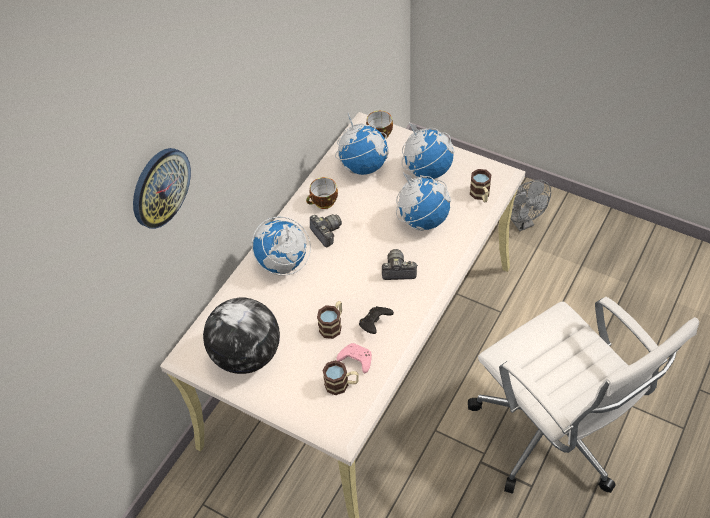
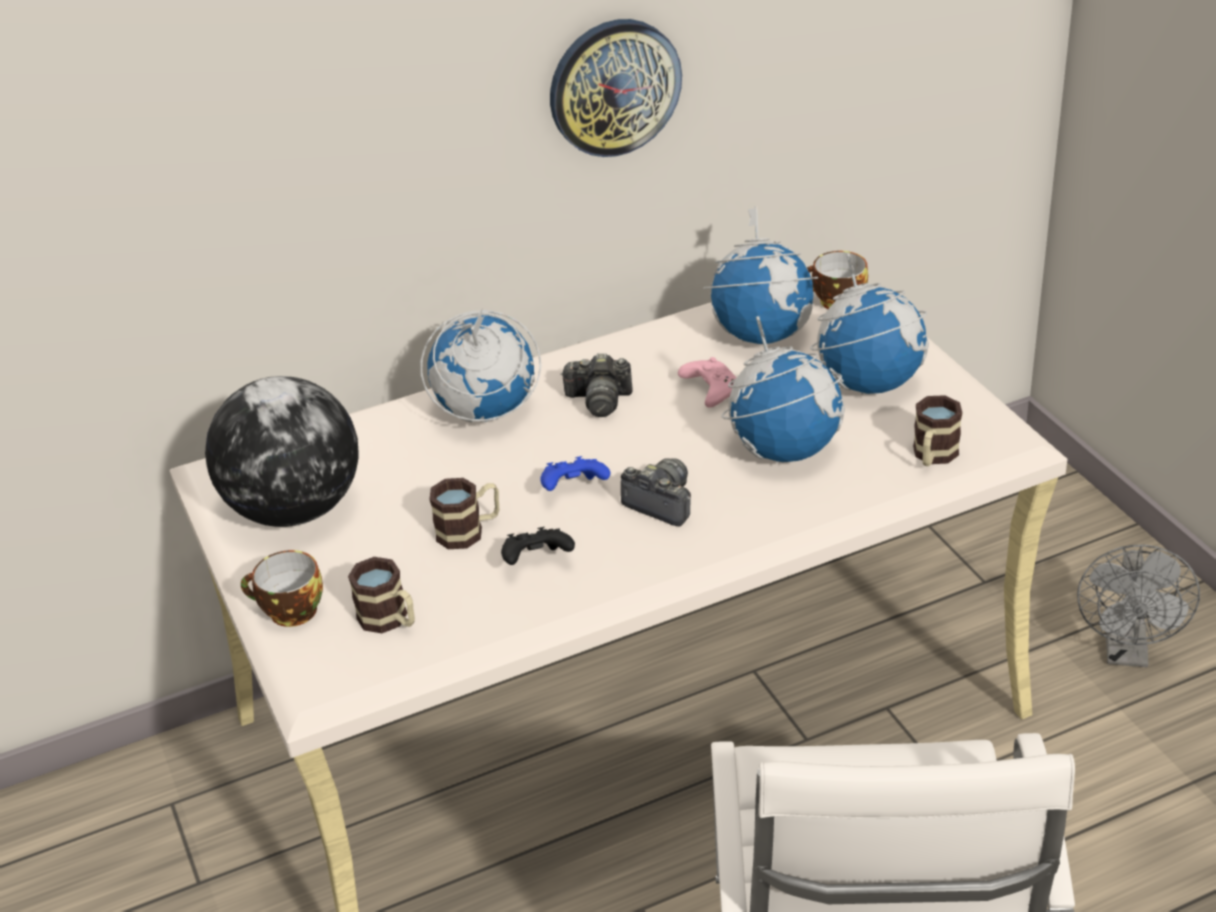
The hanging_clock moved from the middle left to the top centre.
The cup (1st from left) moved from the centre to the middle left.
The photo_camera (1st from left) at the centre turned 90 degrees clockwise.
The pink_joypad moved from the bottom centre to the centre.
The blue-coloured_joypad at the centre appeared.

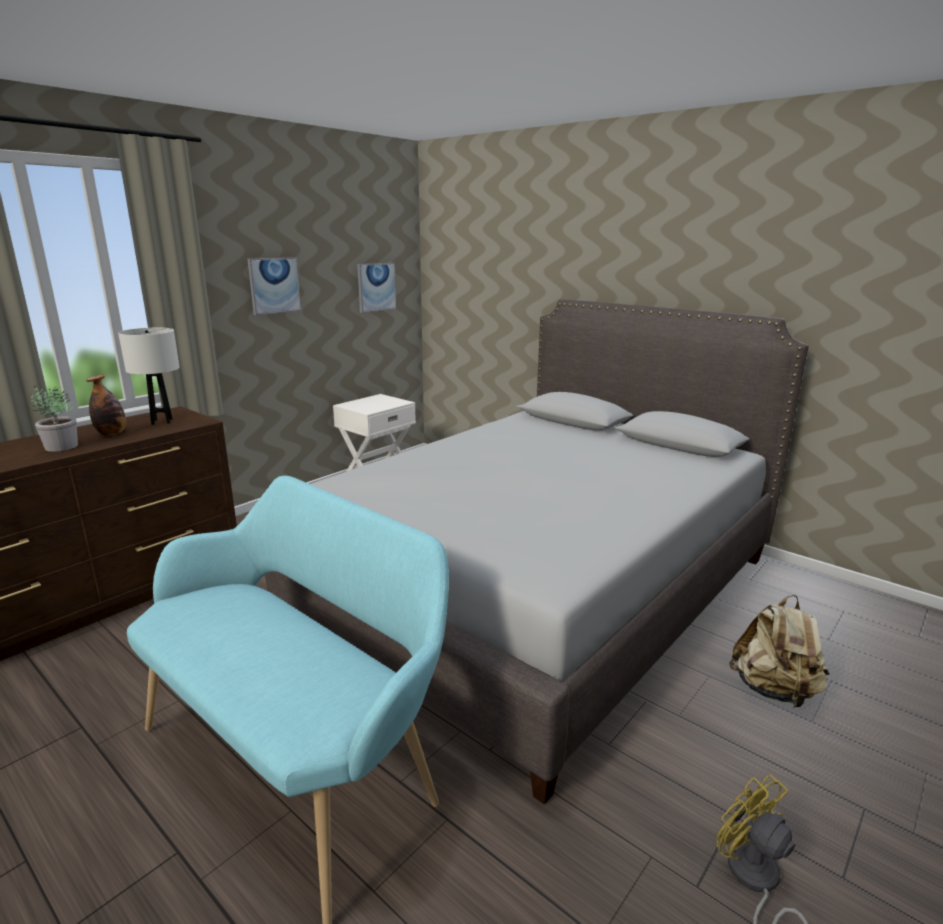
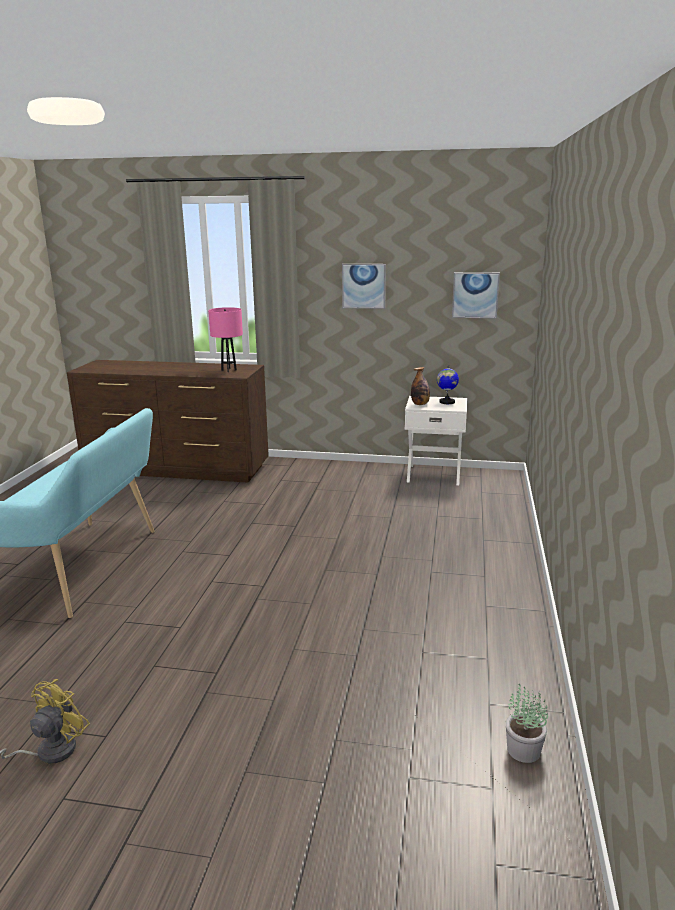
The grey_bed at the centre disappeared.
The white_tabletop_lamp at the middle left became the pink_tabletop_lamp at the centre.
The drink_bottle moved from the middle left to the centre.
The potted_plant moved from the middle left to the bottom right.
The beige-coloured_rucksack at the bottom right disappeared.
The desk_globe at the centre appeared.

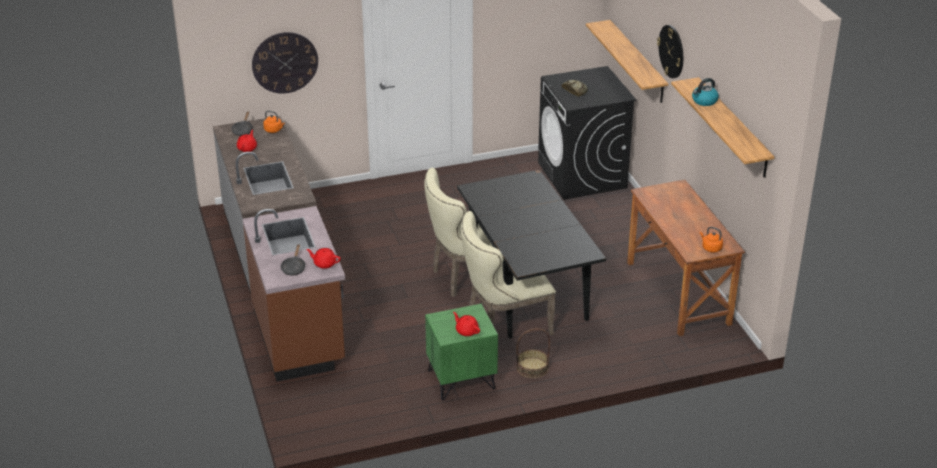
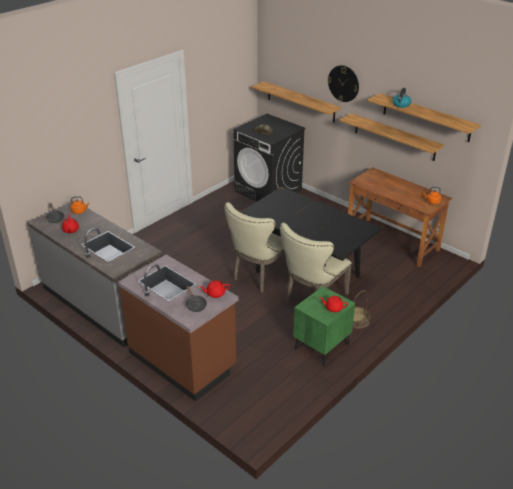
The hanging_clock (1st from left) at the top left disappeared.
The bracket_shelf (2nd from left) at the top right appeared.

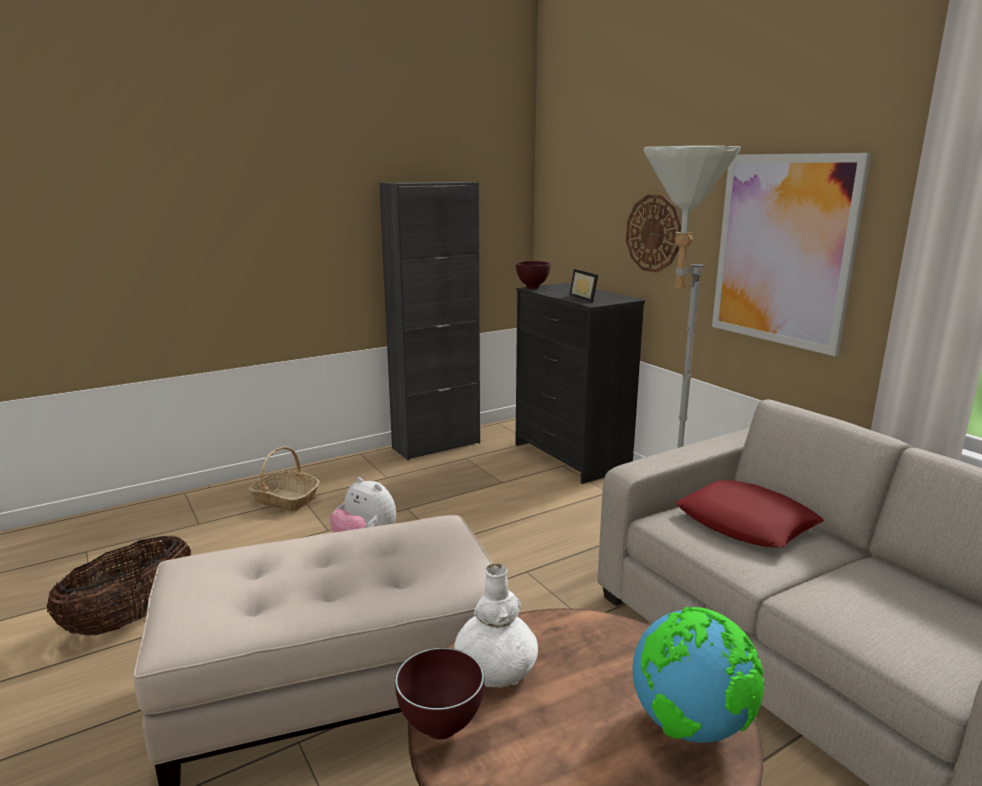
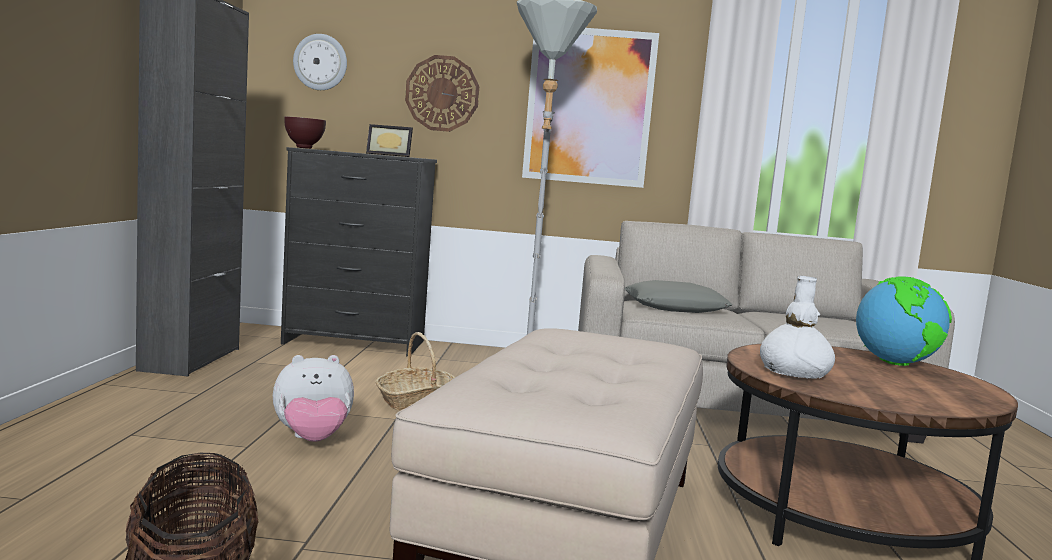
The basket (2nd from left) moved from the middle left to the centre.
The red_throw_pillow at the middle right became the grey_throw_pillow at the centre.
The brown_bowl (1st from left) at the bottom centre disappeared.
The hanging_clock (1st from left) at the top left appeared.

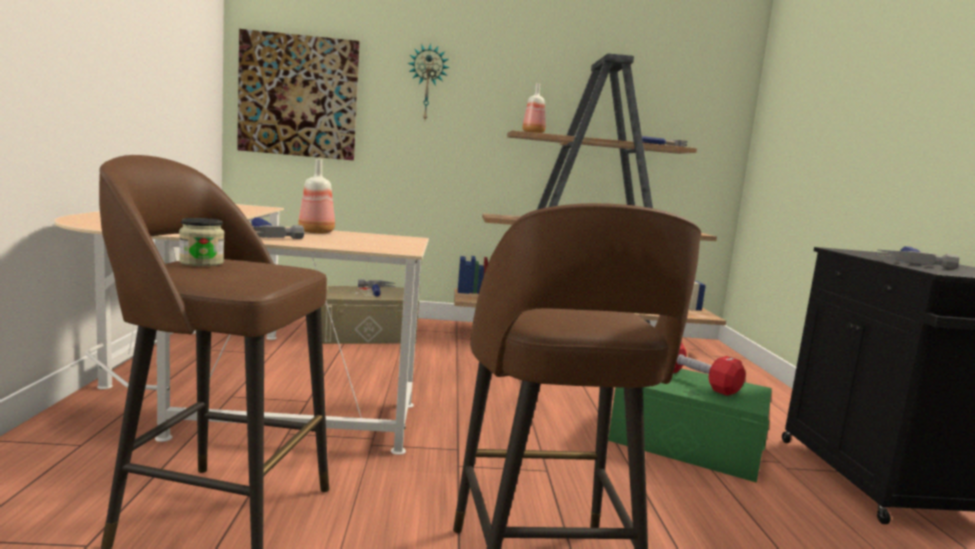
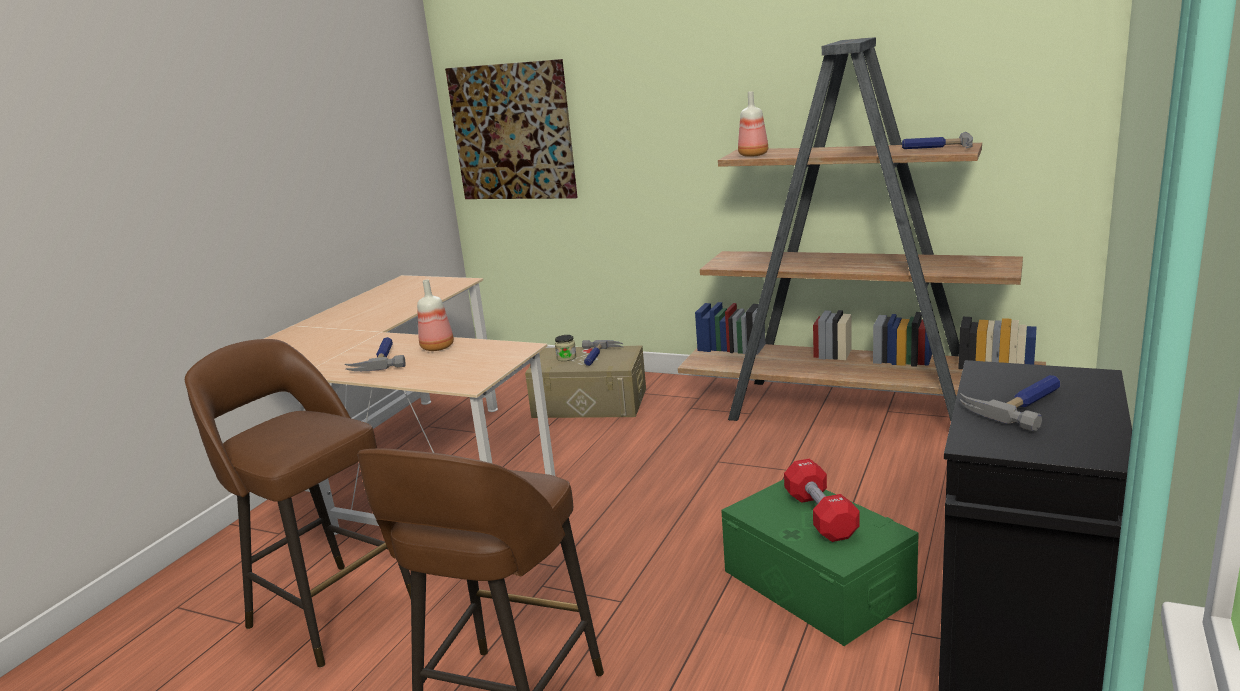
The hanging_clock at the top centre disappeared.
The preserve_jar moved from the middle left to the centre.

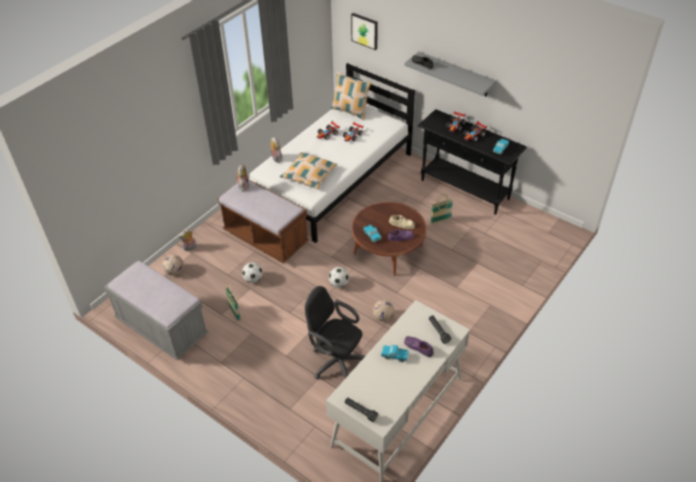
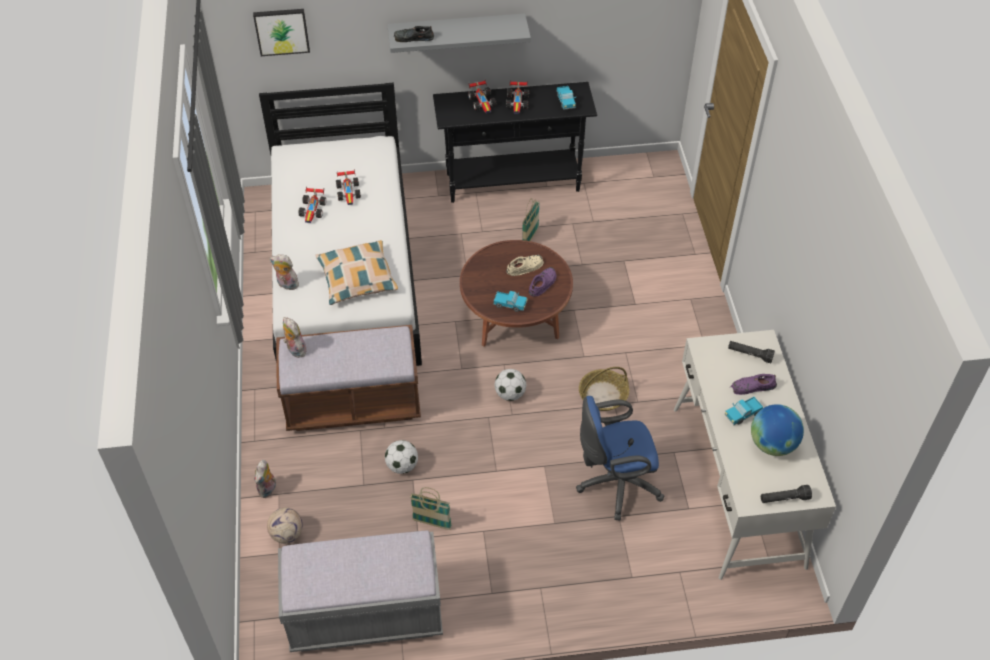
The throw_pillow (2nd from left) at the top centre disappeared.
The blackish_computer_chair at the bottom centre became the blue-coloured_computer_chair at the bottom centre.
The football (4th from left) at the centre was replaced by the basket (3rd from left) at the centre.
The desk_globe at the middle right appeared.

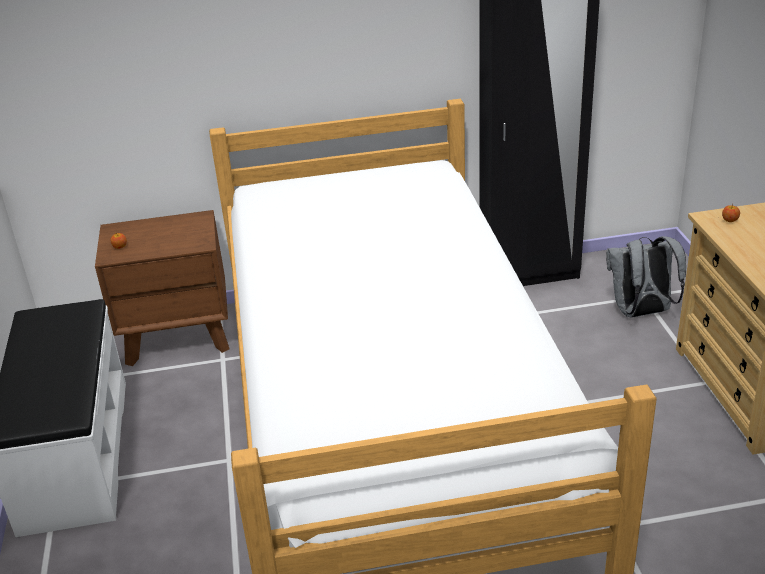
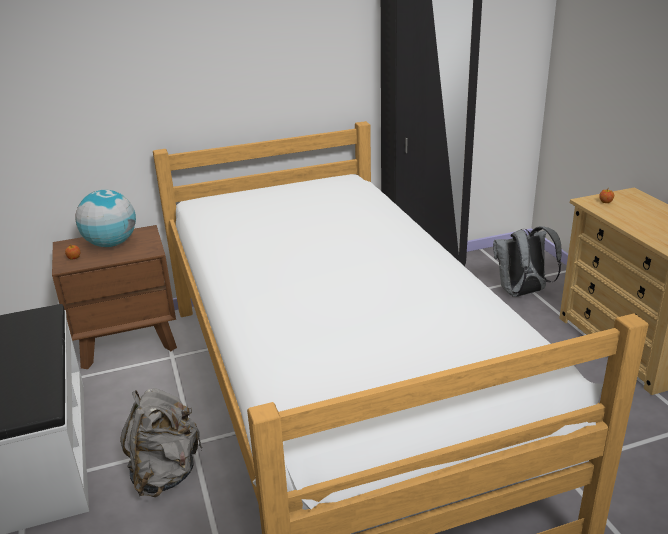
The desk_globe at the middle left appeared.
The grey_rucksack (1st from left) at the bottom left appeared.

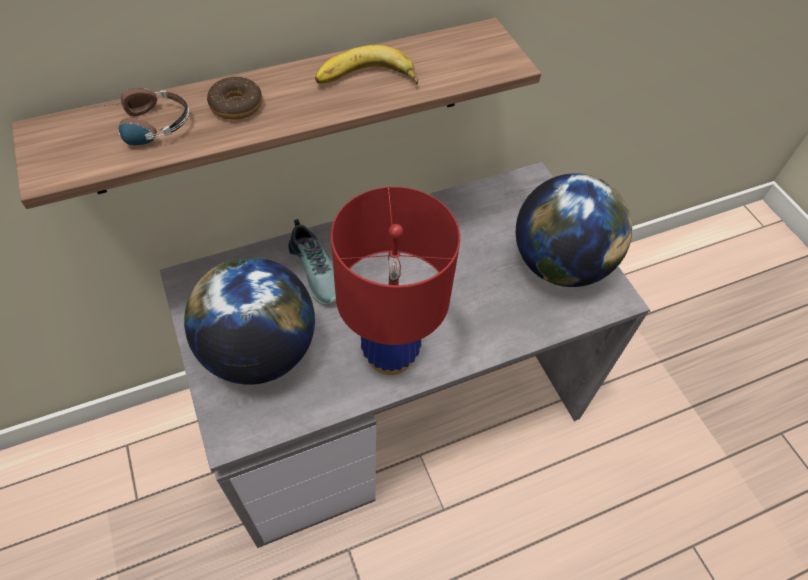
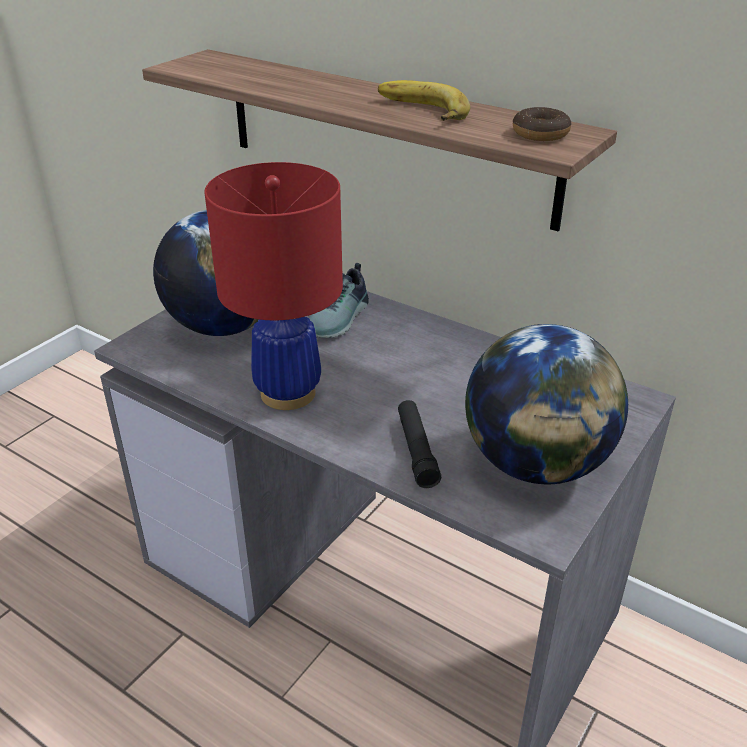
The donut moved from the top left to the top right.
The headphones at the top left disappeared.
The blackish_flashlight at the centre appeared.

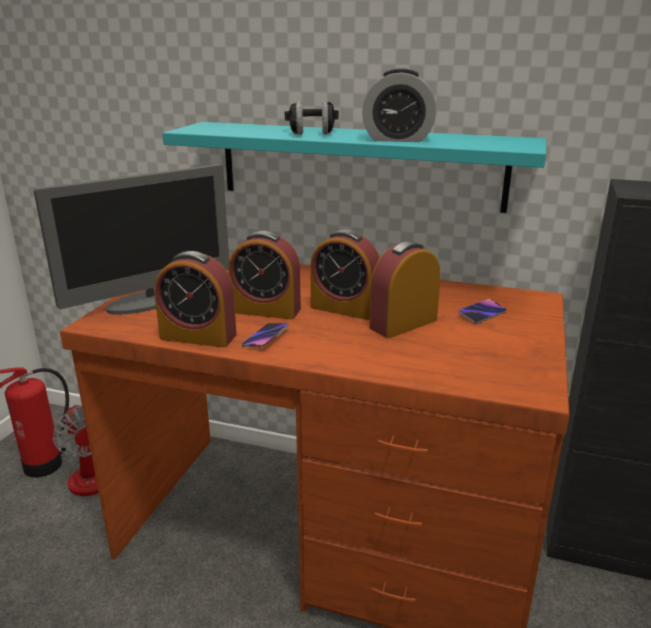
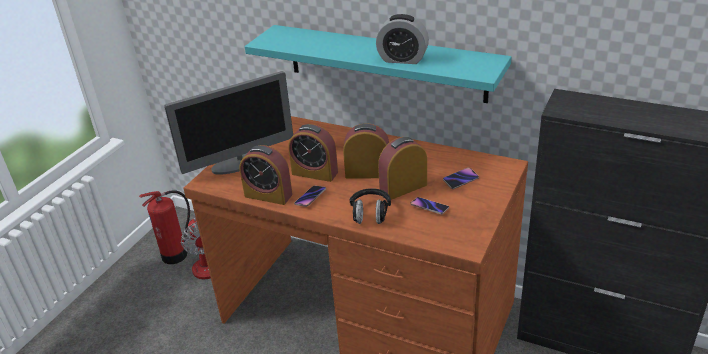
The blackish_headphones moved from the top centre to the centre.
The table_clock (3rd from left) at the centre turned 150 degrees clockwise.
The telephone (2nd from left) at the centre appeared.

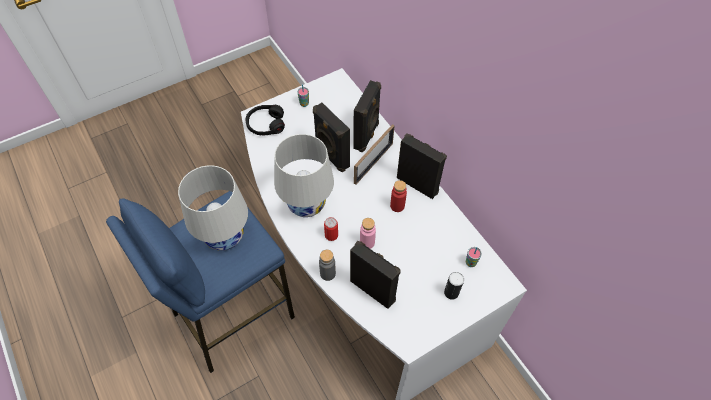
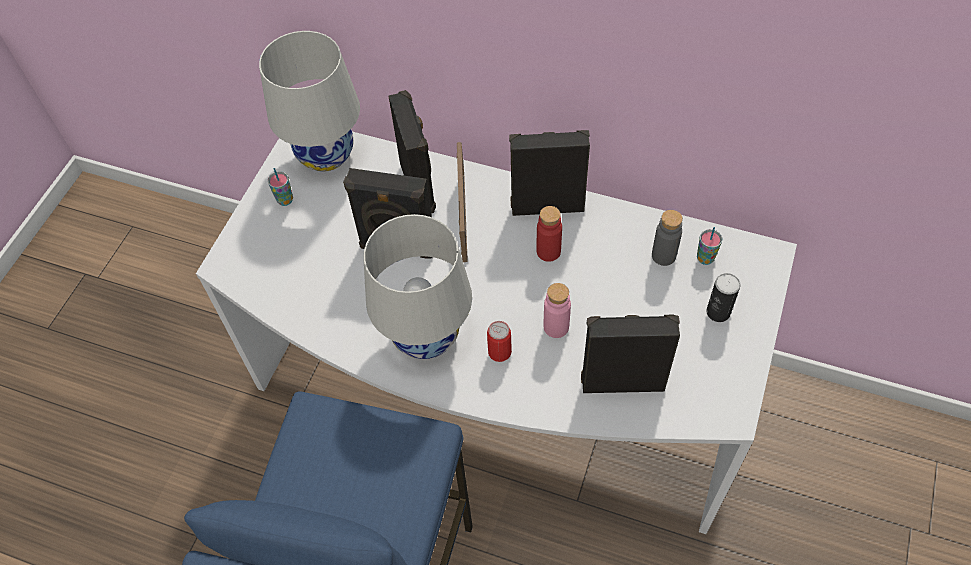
The blackish_headphones at the top centre disappeared.
The white_tabletop_lamp (1st from left) moved from the middle left to the top left.
The grey_drink_bottle moved from the centre to the middle right.

